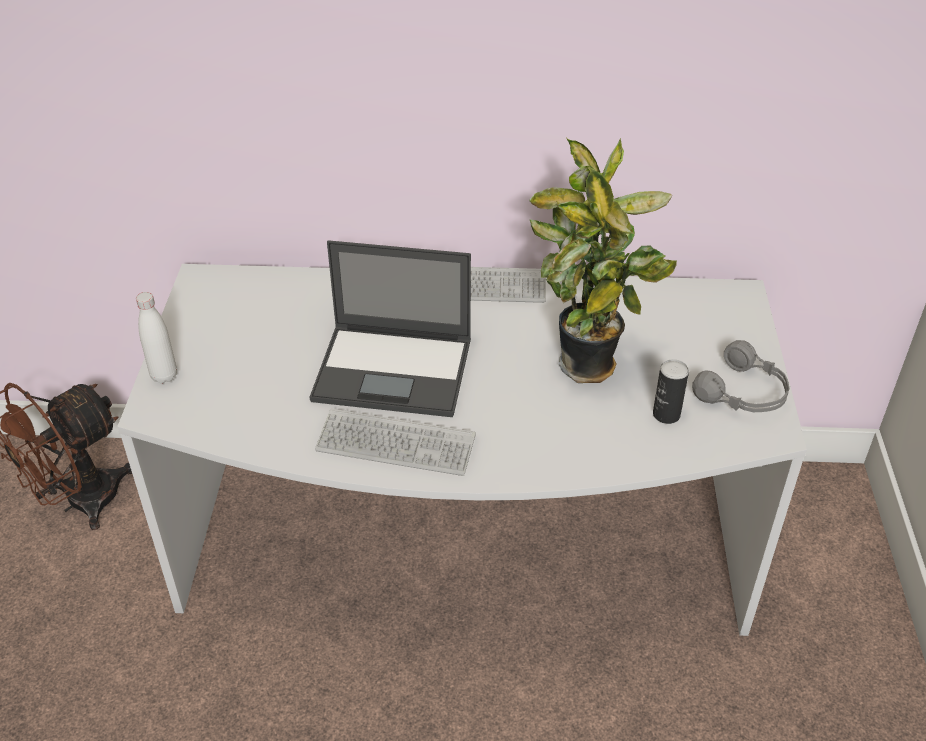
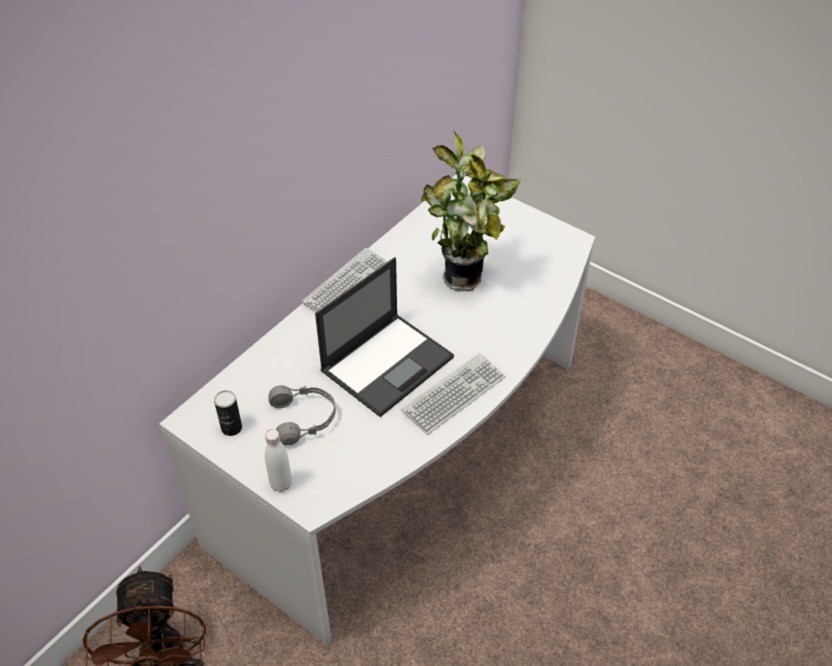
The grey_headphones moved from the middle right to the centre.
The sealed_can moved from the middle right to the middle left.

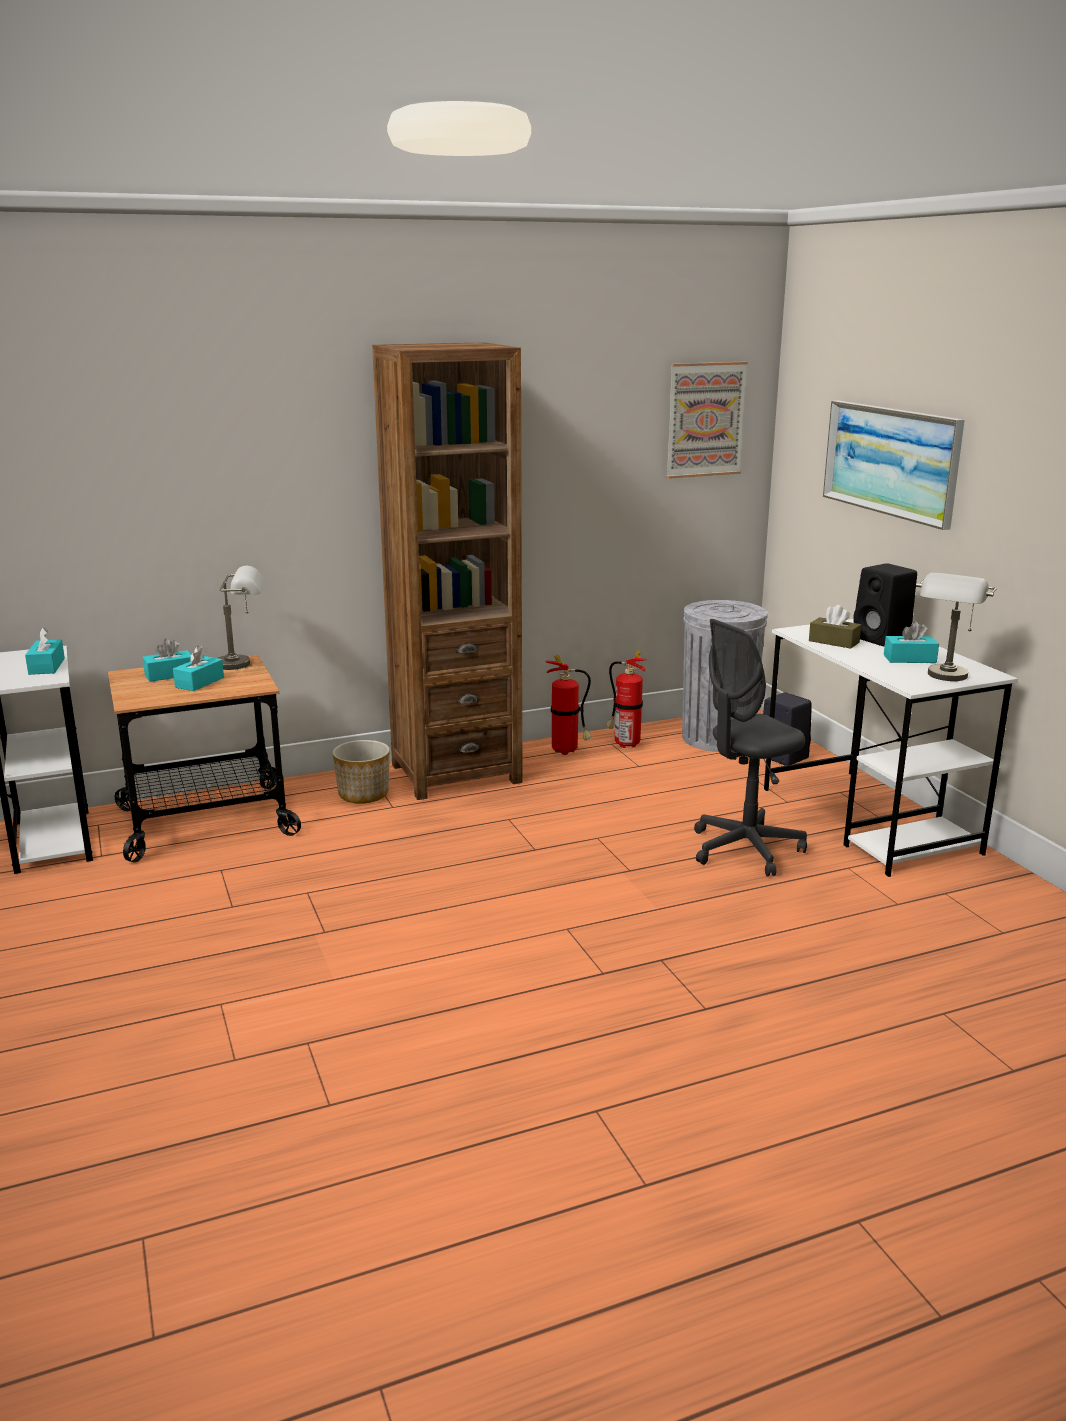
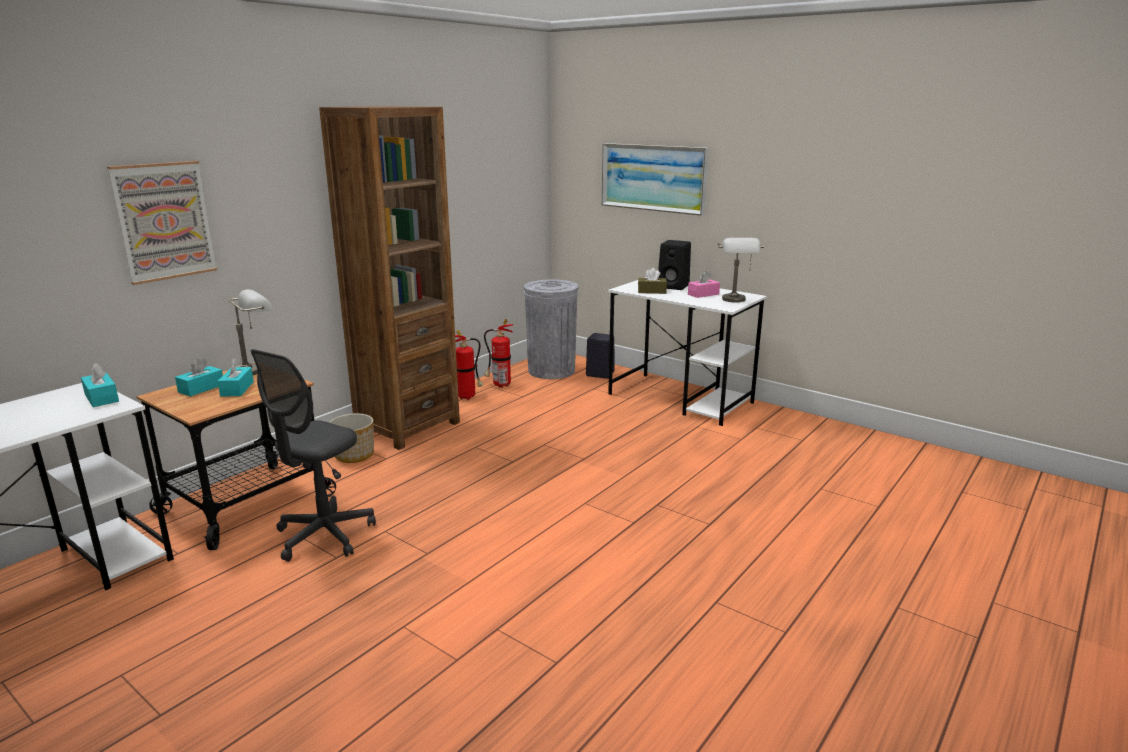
The wall_picture (1st from left) moved from the top centre to the top left.
The grey_computer_chair moved from the middle right to the middle left.
The turquoise-coloured_tissue_box (4th from left) at the middle right became the pink_tissue_box at the centre.

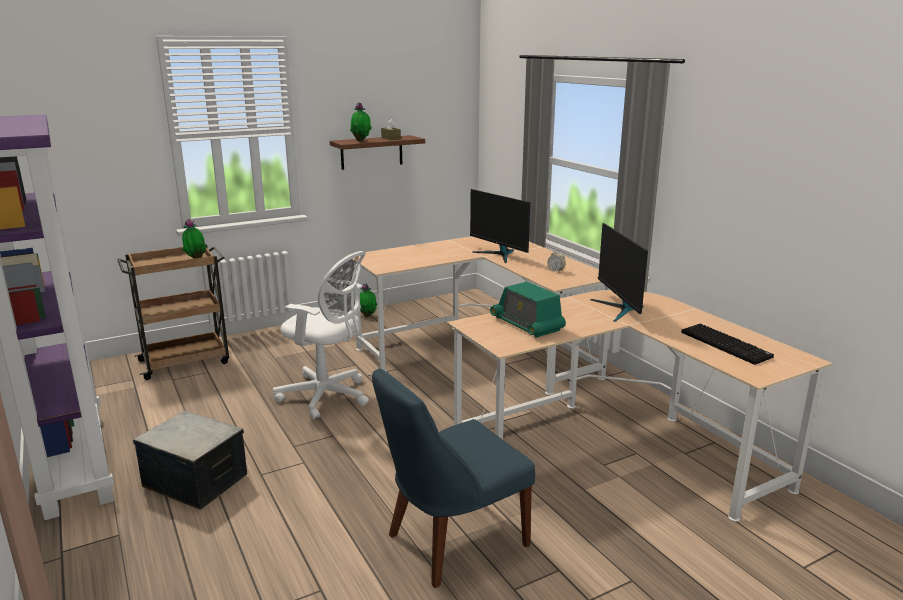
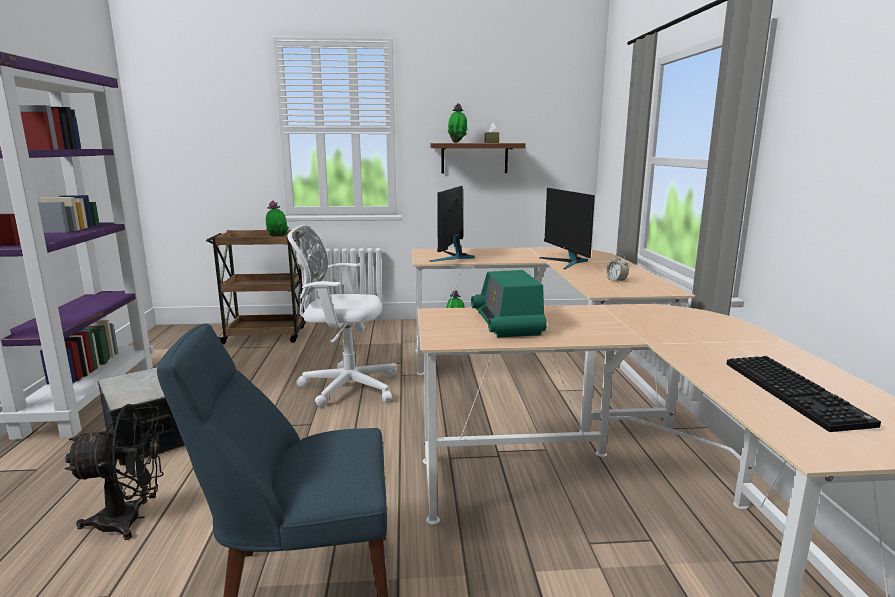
The computer_display (2nd from left in the first image) moved from the middle right to the centre.
The white_computer_chair at the centre turned 135 degrees clockwise.
The blackish_electric_fan at the bottom left appeared.

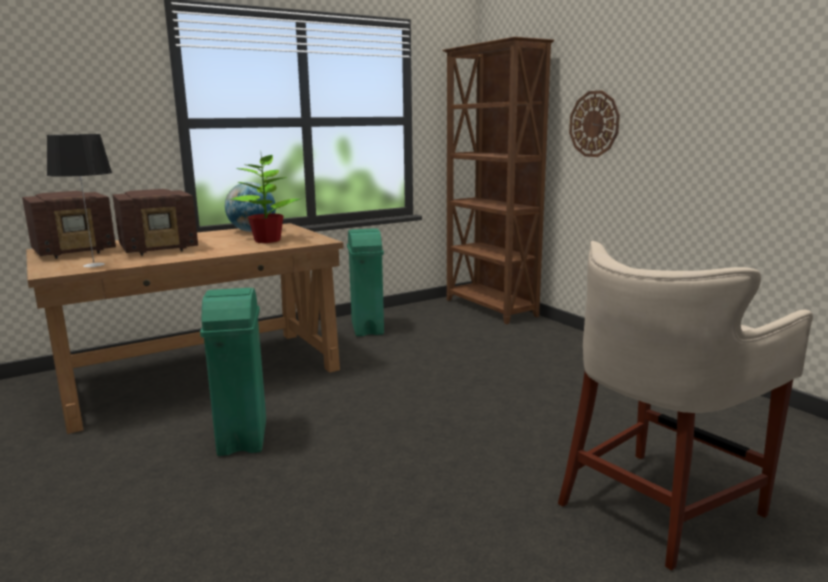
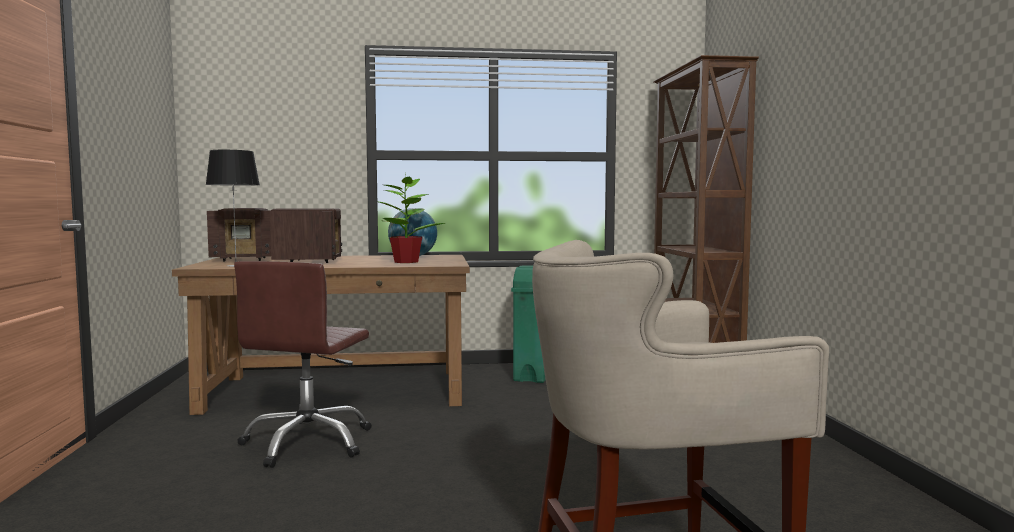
The hanging_clock at the top right disappeared.
The radio (2nd from left) at the middle left turned 90 degrees counterclockwise.
The greenish_trash_can (1st from left) at the middle left was replaced by the brown_computer_chair at the bottom left.

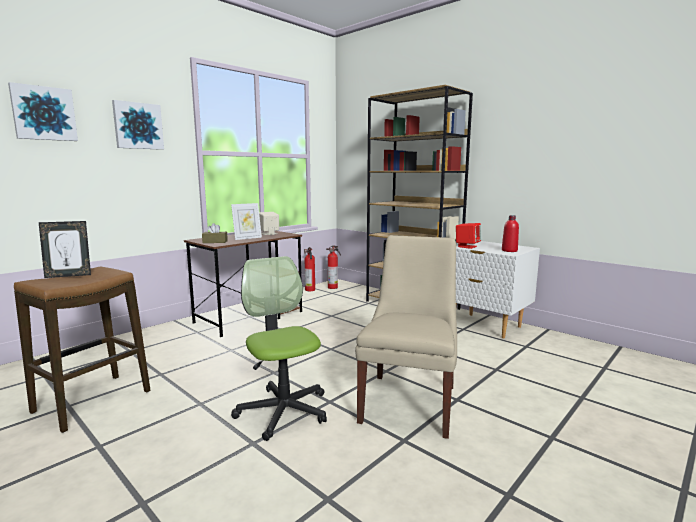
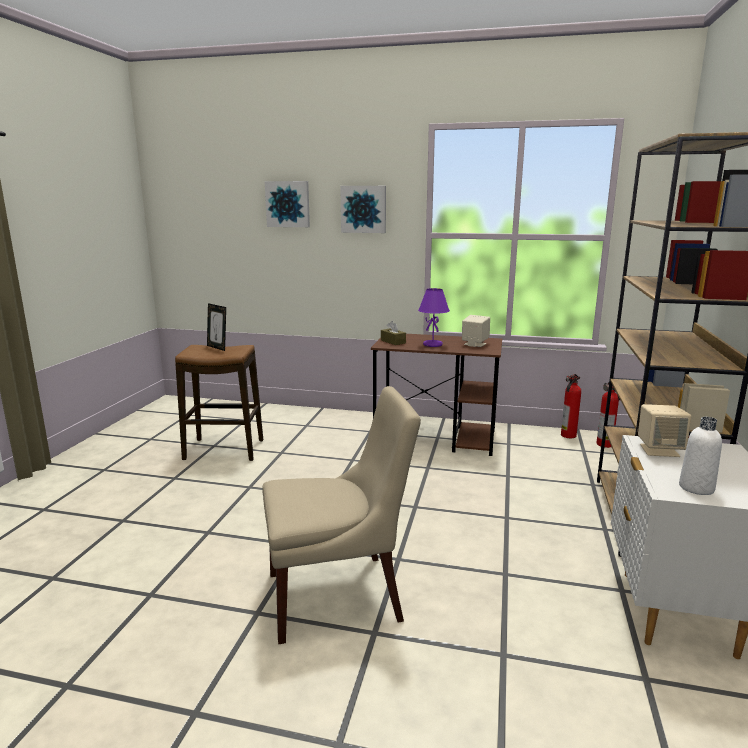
The photo_frame (2nd from left) at the centre was replaced by the purple_tabletop_lamp at the centre.
The red_drink_bottle at the middle right became the white_drink_bottle at the middle right.
The red_audio_speaker at the middle right became the beige-coloured_audio_speaker (2nd from left) at the middle right.
The computer_chair at the bottom centre disappeared.

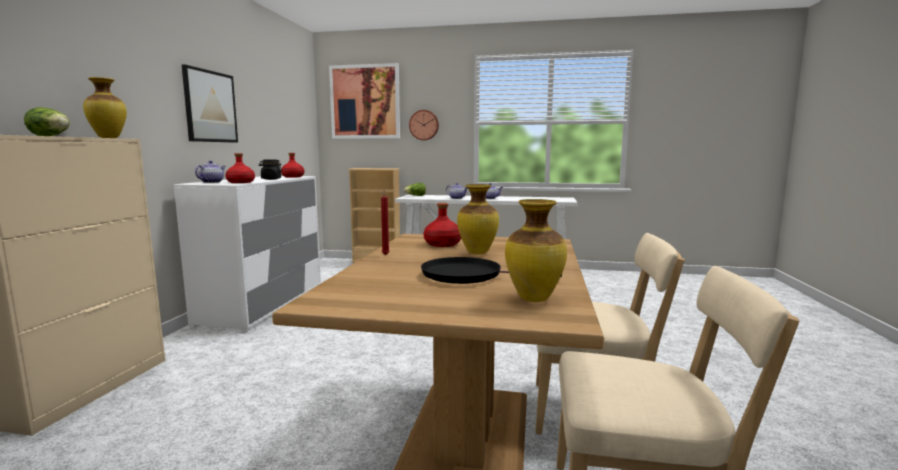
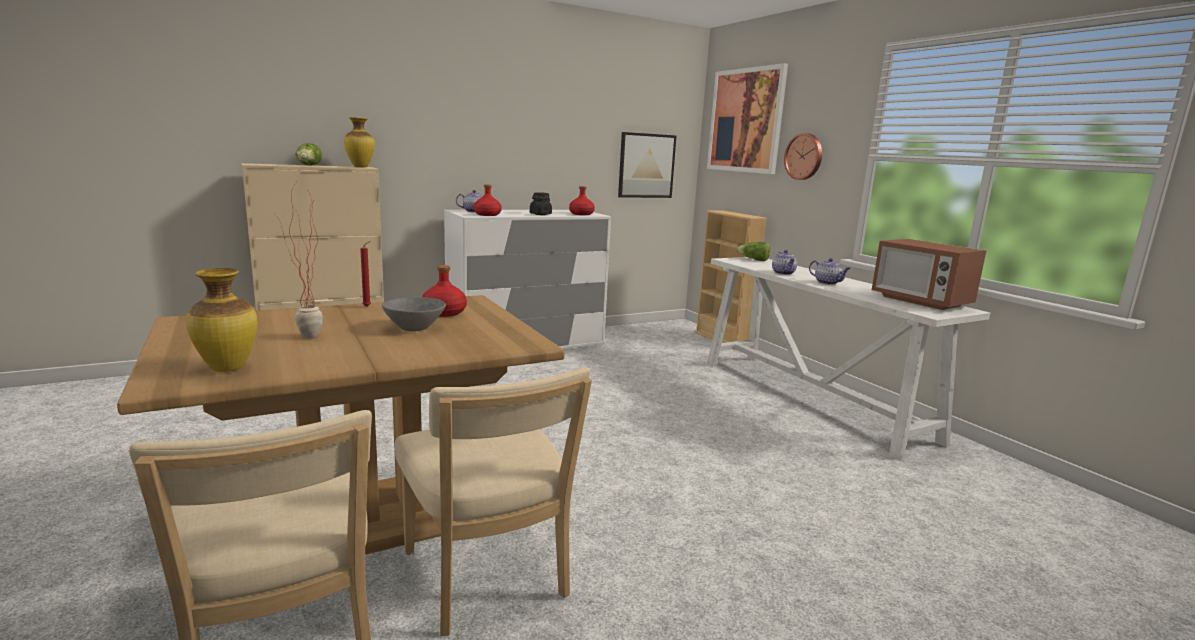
The wall_picture (1st from left) moved from the top left to the top centre.
The vase (2nd from left) at the centre was replaced by the grey_bowl at the centre.
The blackish_pan at the centre was replaced by the potted_plant at the middle left.
The microwave at the middle right appeared.

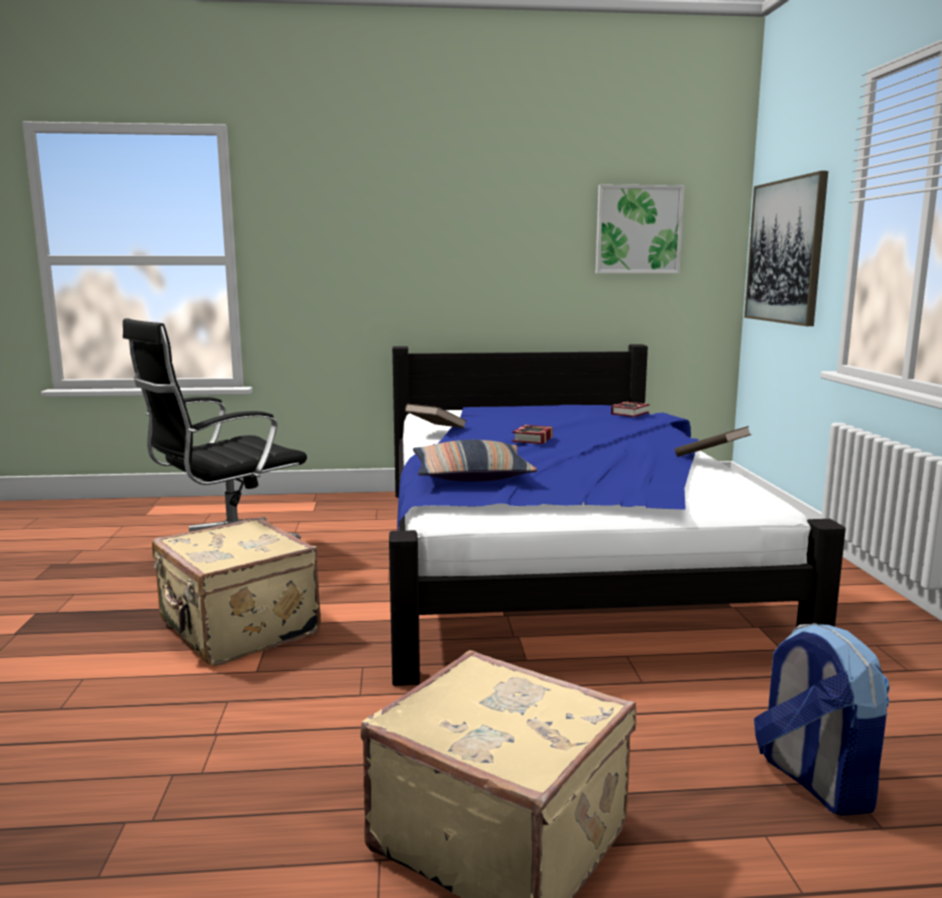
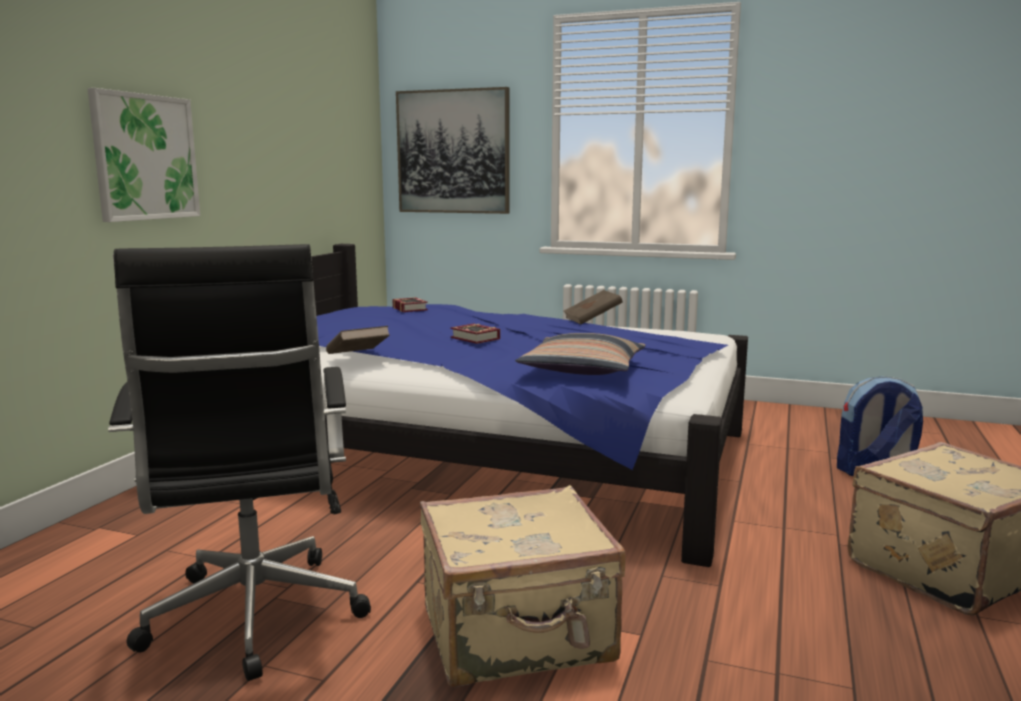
The wall_picture (1st from left) moved from the top right to the top left.

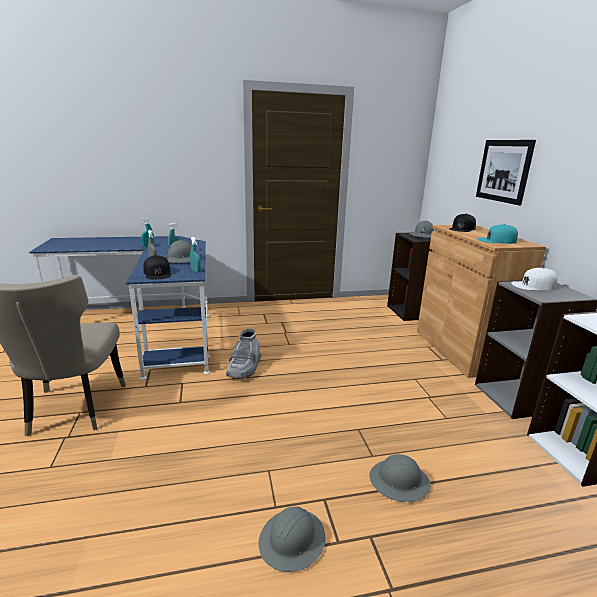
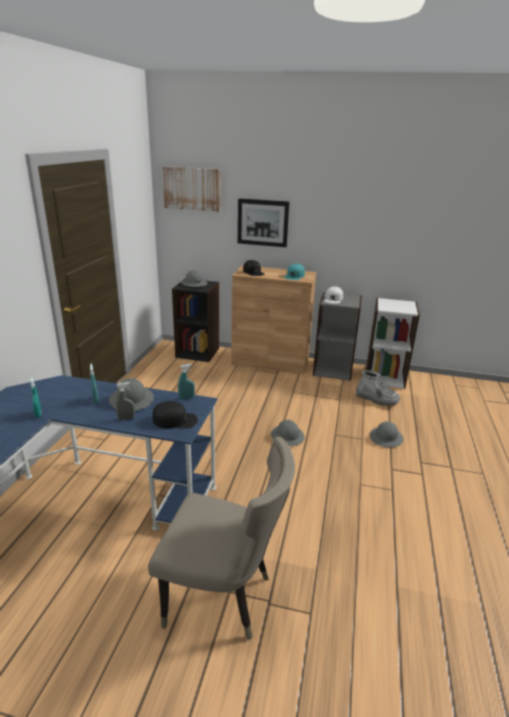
The grey_high-top_boot moved from the centre to the middle right.
The grey_work_helmet (2nd from left in the first image) moved from the bottom centre to the centre.
The wall_picture (1st from left) at the top centre appeared.

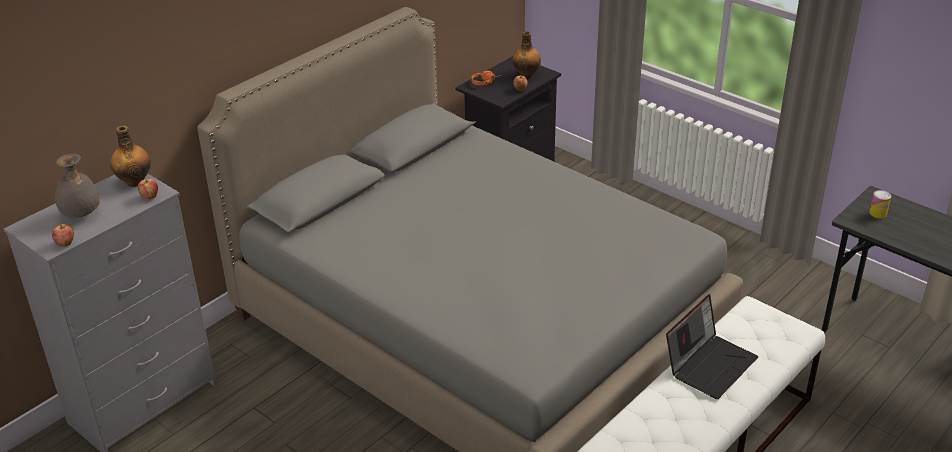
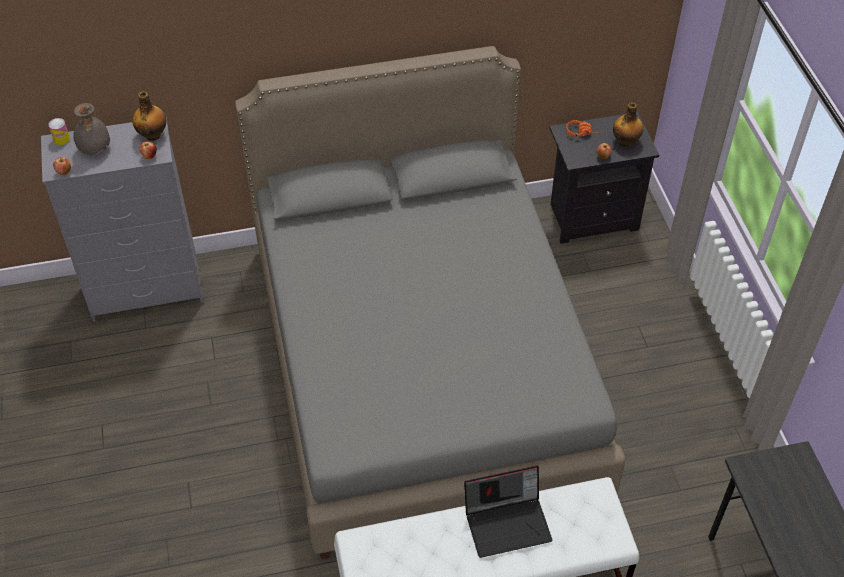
The sealed_can moved from the middle right to the top left.

